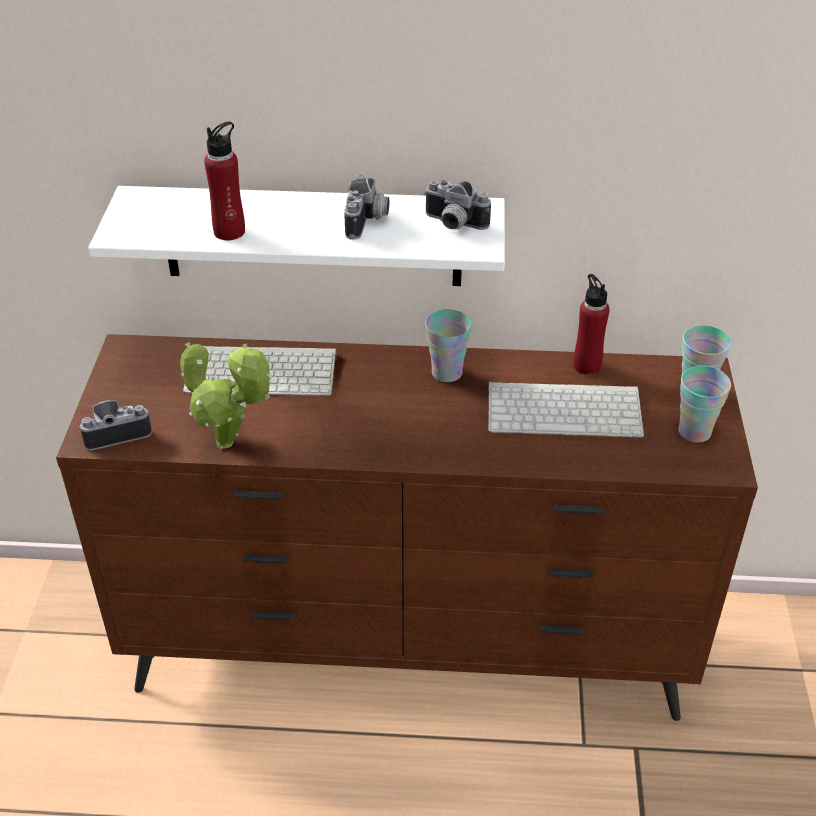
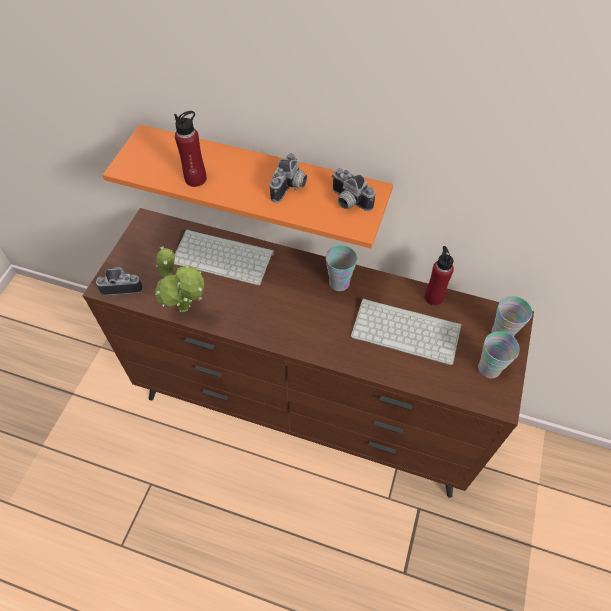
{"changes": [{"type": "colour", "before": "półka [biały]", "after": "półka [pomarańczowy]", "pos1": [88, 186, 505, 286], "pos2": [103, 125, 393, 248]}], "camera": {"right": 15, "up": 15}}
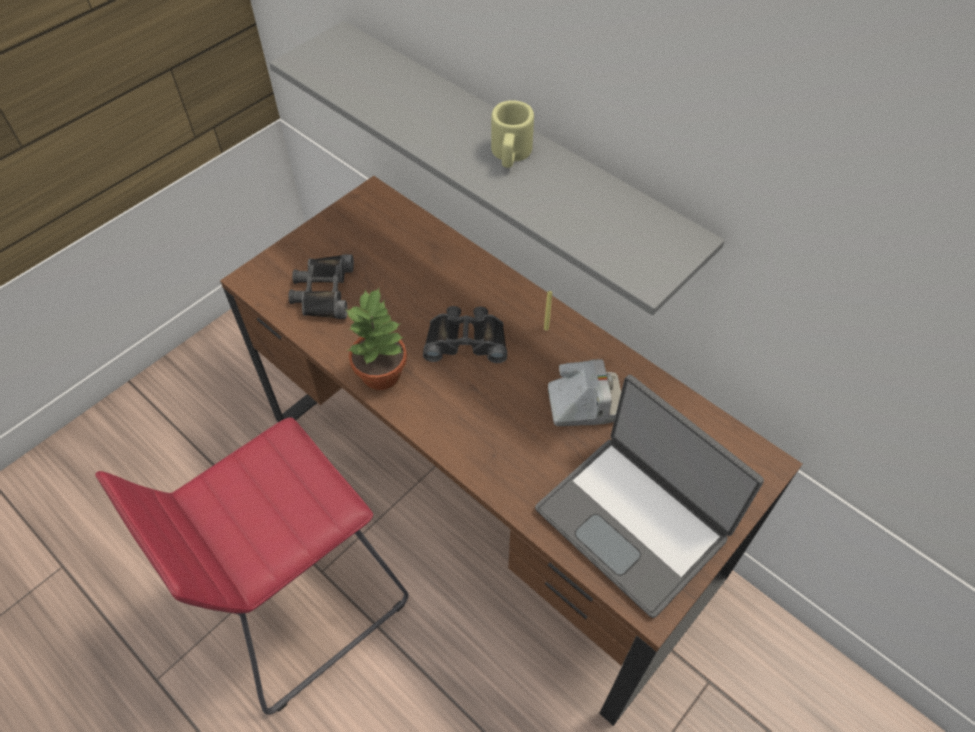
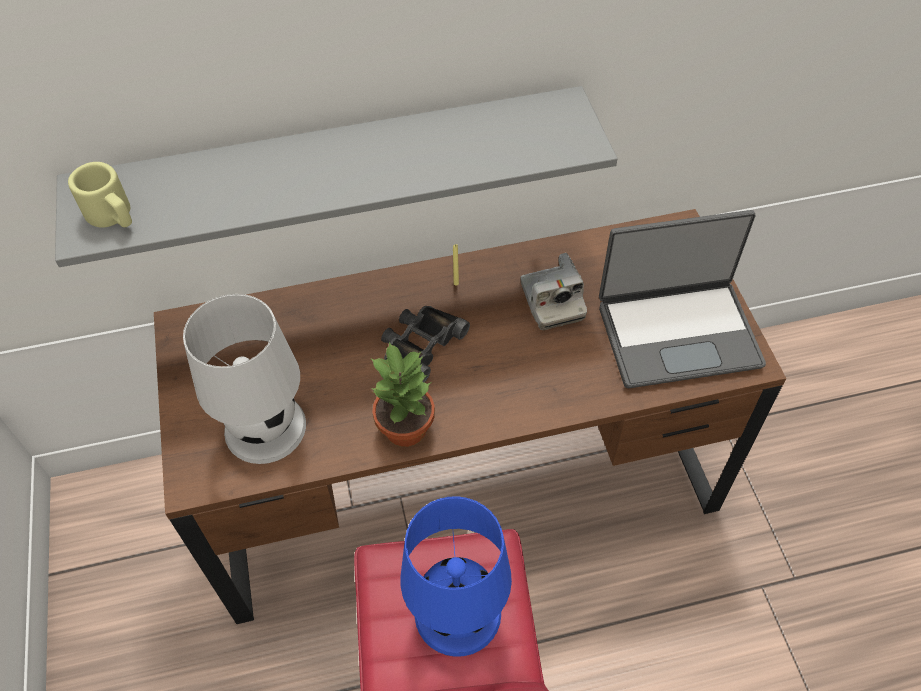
{"changes": [{"type": "relocated", "before": "kubek [beżowy]", "pos1": [491, 100, 534, 168], "pos2": [68, 162, 132, 228]}, {"type": "exchanged", "before": "lornetka [czarny]", "after": "lampa stołowa [biały]", "pos1": [288, 254, 354, 319], "pos2": [183, 294, 306, 464]}, {"type": "appeared", "after": "lampa stołowa [niebieski]", "pos2": [400, 496, 512, 657]}, {"type": "spun", "before": "aparat fotograficzny", "pos1": [548, 359, 621, 426], "pos2": [521, 253, 587, 330], "turn": 135}], "camera": {"right": -55, "up": 0}}
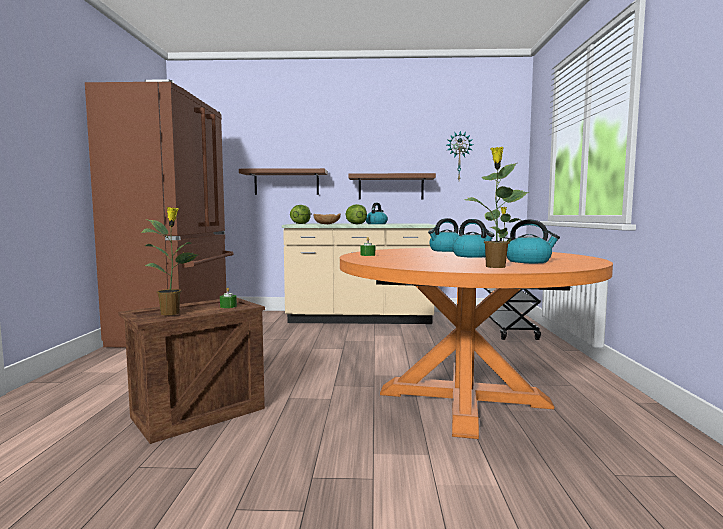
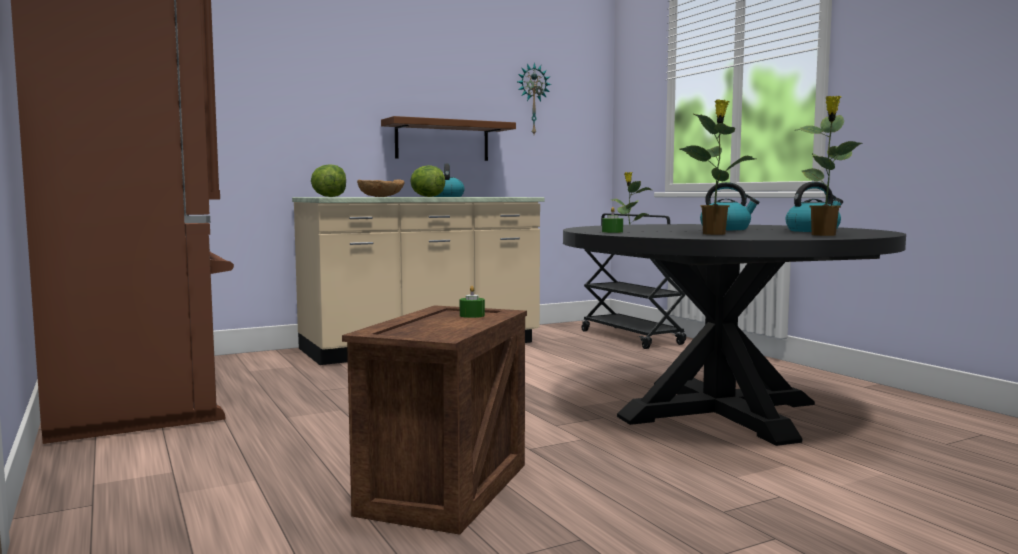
{"changes": [{"type": "colour", "before": "stół jadalny [pomarańczowy]", "after": "stół jadalny [czarny]", "pos1": [340, 248, 613, 439], "pos2": [563, 224, 906, 446]}, {"type": "relocated", "before": "roślina doniczkowa", "pos1": [141, 207, 198, 315], "pos2": [679, 99, 756, 235]}, {"type": "missing", "before": "półka [brązowy]", "pos1": [239, 168, 327, 195]}, {"type": "missing", "before": "czajnik", "pos1": [428, 218, 459, 252]}], "camera": {"right": -30, "up": 0}}
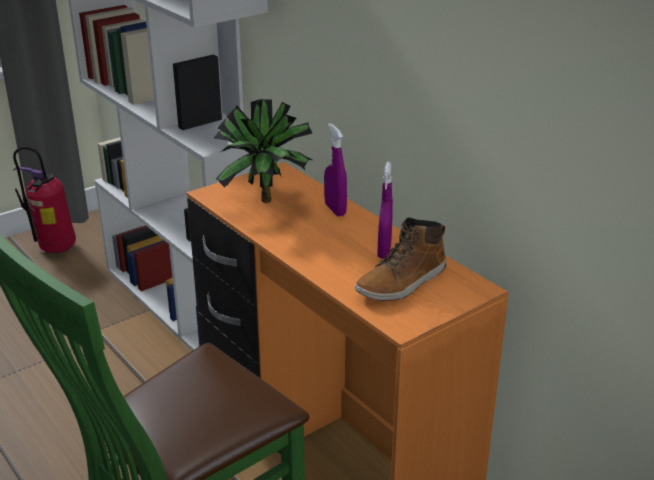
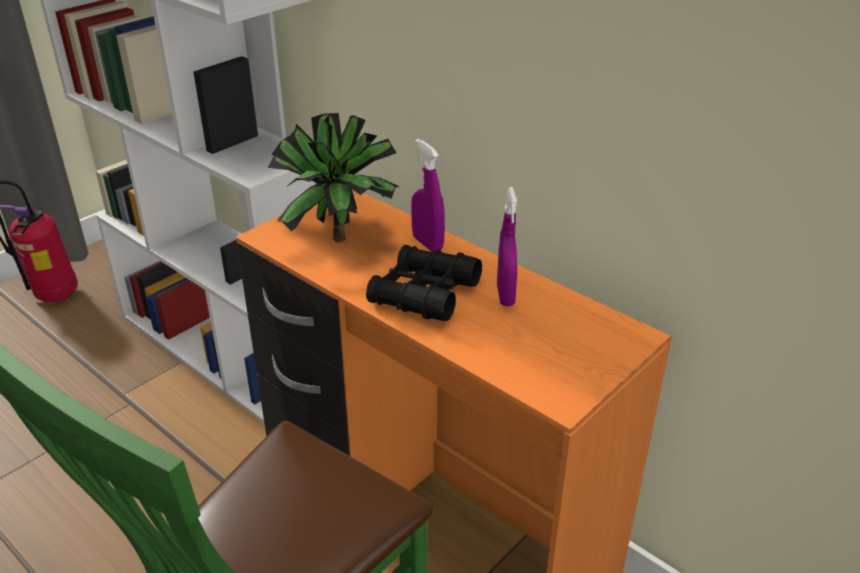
{"changes": [{"type": "appeared", "after": "lornetka [czarny]", "pos2": [366, 245, 482, 321]}, {"type": "missing", "before": "but z cholewką", "pos1": [355, 217, 446, 301]}], "camera": {"right": -10, "up": 5}}
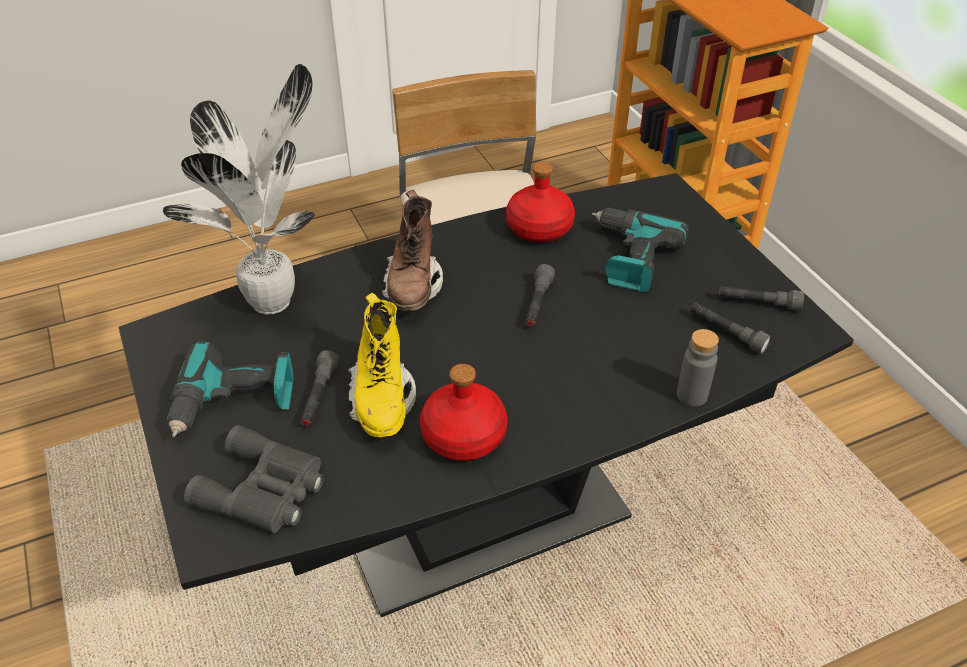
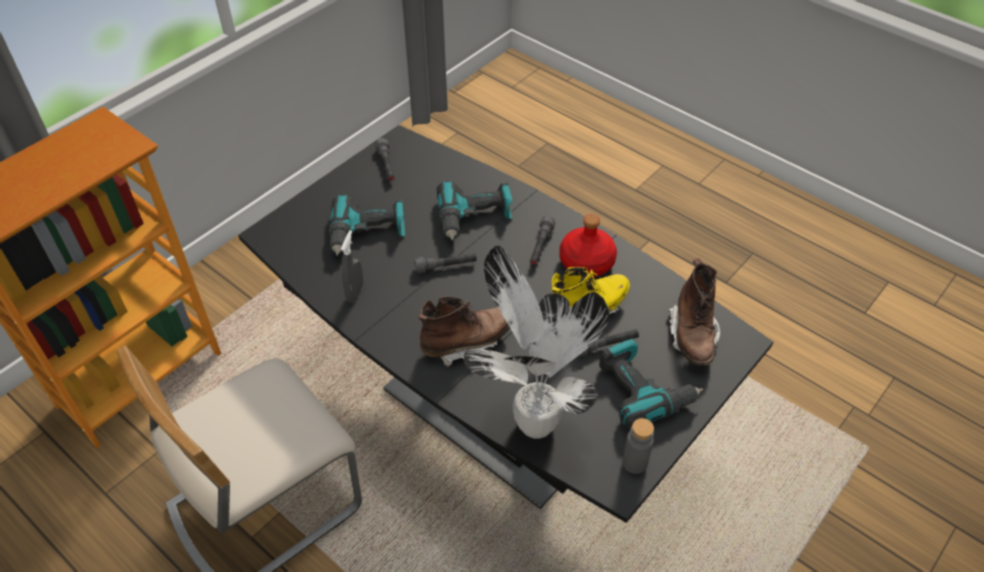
{"changes": [{"type": "exchanged", "before": "butelka [czerwony]", "after": "spryskiwacz [szary]", "pos1": [506, 162, 575, 242], "pos2": [341, 230, 363, 303]}, {"type": "appeared", "after": "wiertarka", "pos2": [437, 180, 513, 240]}, {"type": "relocated", "before": "latarka [szary]", "pos1": [690, 303, 772, 354], "pos2": [530, 216, 556, 265]}, {"type": "relocated", "before": "butelka [szary]", "pos1": [677, 329, 719, 407], "pos2": [622, 418, 654, 474]}, {"type": "exchanged", "before": "lornetka [szary]", "after": "but z cholewką [brązowy]", "pos1": [184, 425, 324, 533], "pos2": [668, 258, 720, 365]}], "camera": {"right": -115, "up": 5}}
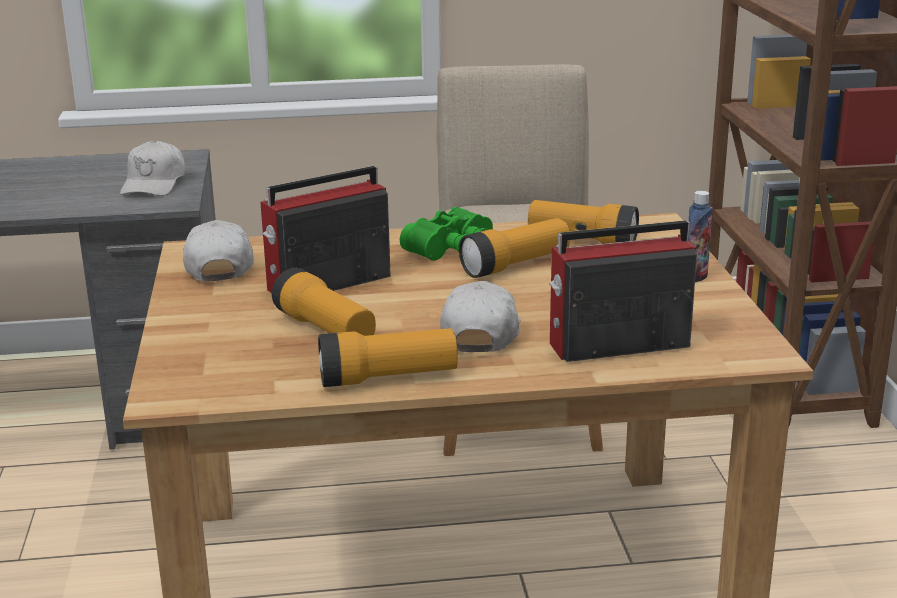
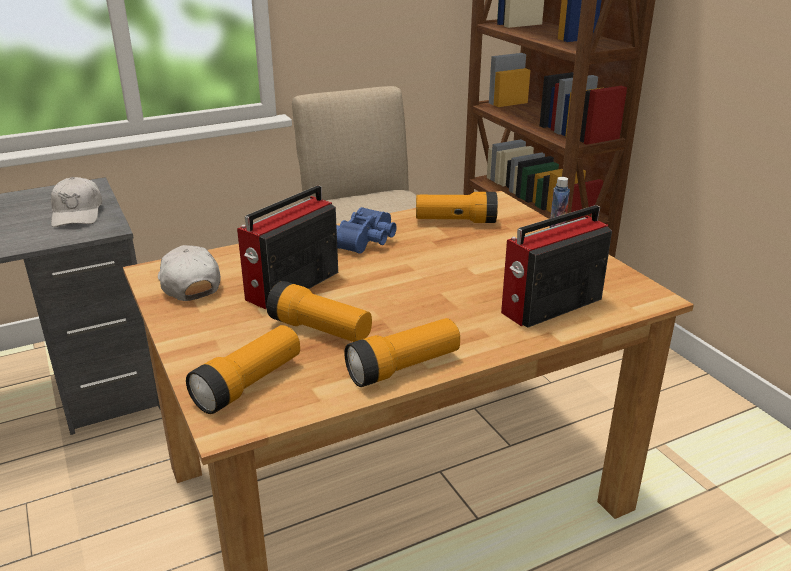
{"changes": [{"type": "relocated", "before": "latarka", "pos1": [459, 218, 570, 278], "pos2": [186, 325, 300, 414]}, {"type": "colour", "before": "lornetka [zielony]", "after": "lornetka [niebieski]", "pos1": [400, 207, 493, 261], "pos2": [336, 207, 396, 254]}, {"type": "missing", "before": "czapka z daszkiem [biały]", "pos1": [440, 281, 521, 352]}], "camera": {"right": -20, "up": 5}}
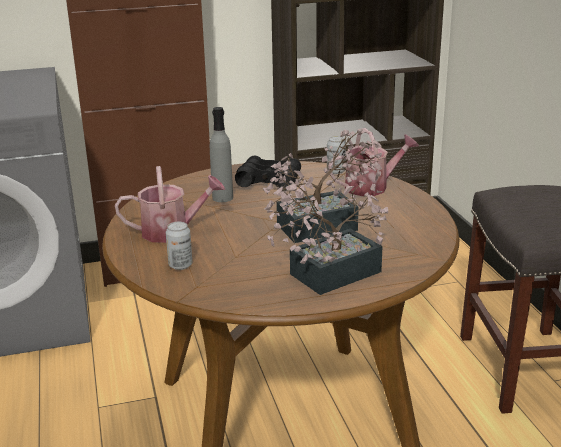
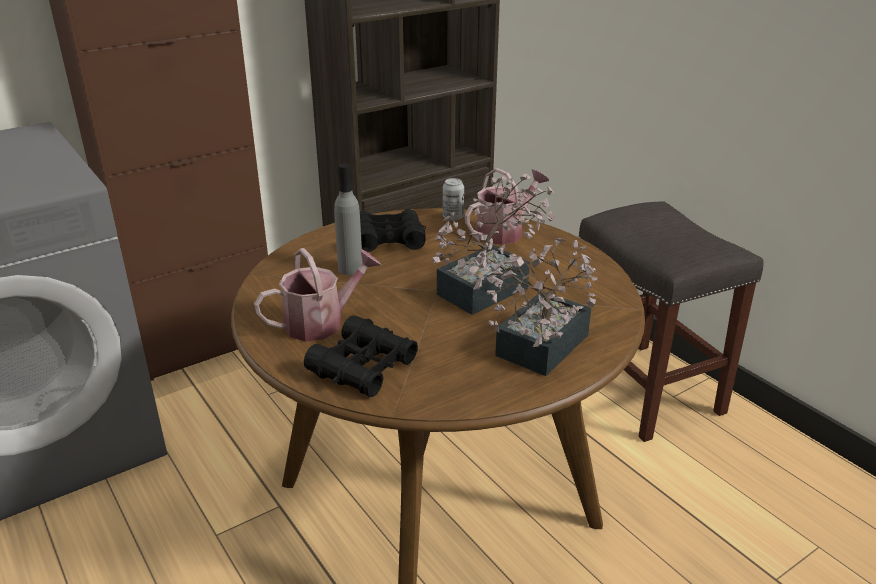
{"changes": [{"type": "exchanged", "before": "puszka", "after": "lornetka [czarny]", "pos1": [166, 222, 192, 270], "pos2": [304, 316, 418, 397]}], "camera": {"right": -20, "up": 5}}
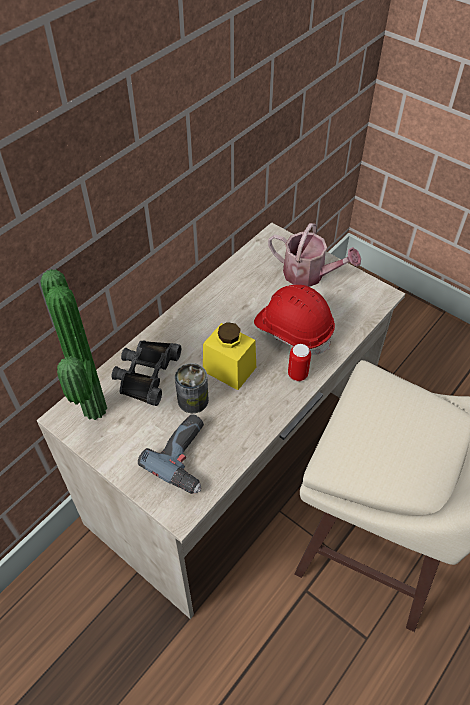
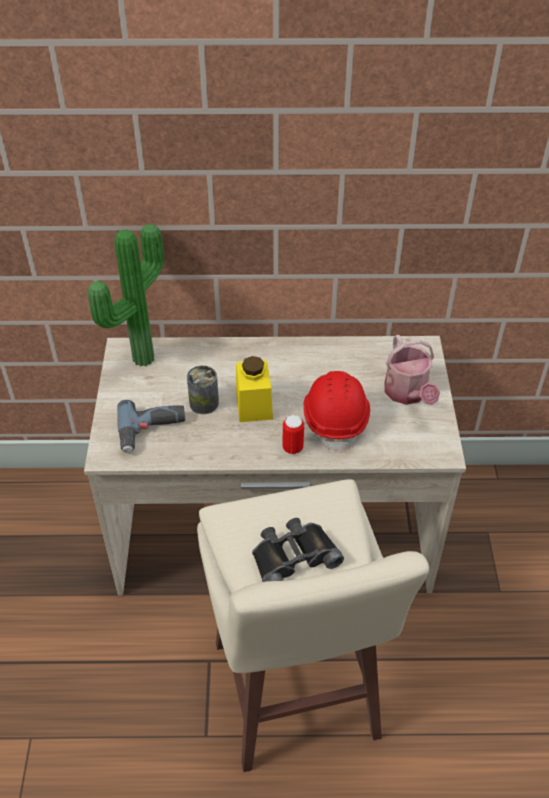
{"changes": [{"type": "relocated", "before": "lornetka [czarny]", "pos1": [112, 341, 181, 406], "pos2": [252, 518, 344, 582]}], "camera": {"right": 50, "up": -5}}
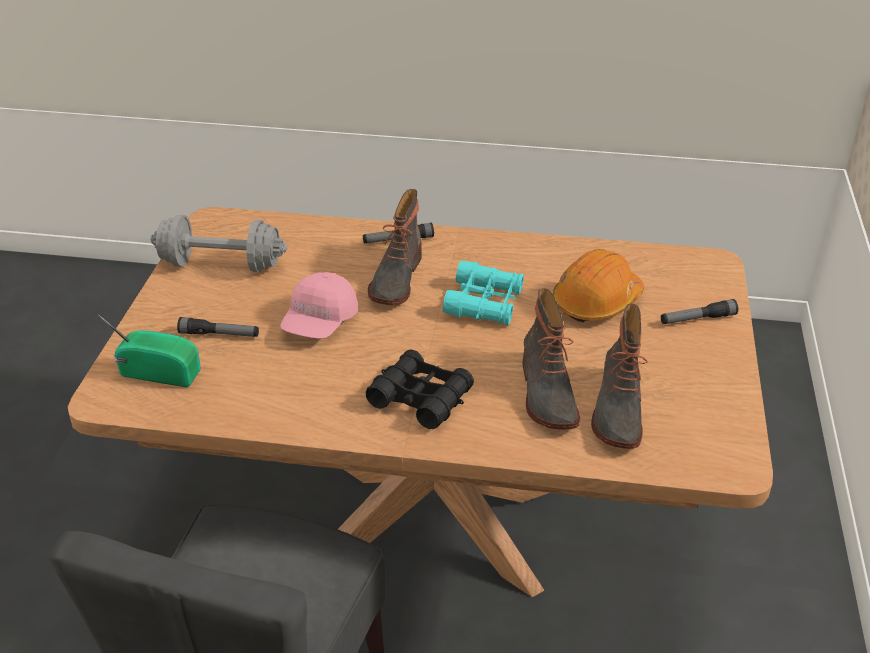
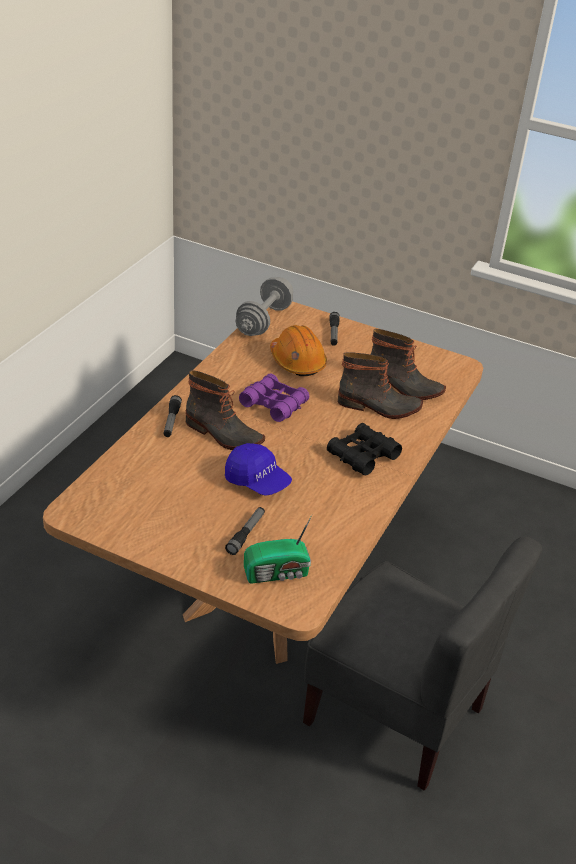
{"changes": [{"type": "colour", "before": "czapka z daszkiem [różowy]", "after": "czapka z daszkiem [niebieski]", "pos1": [280, 272, 358, 339], "pos2": [225, 443, 292, 496]}, {"type": "relocated", "before": "hantel [szary]", "pos1": [150, 215, 287, 272], "pos2": [235, 277, 293, 336]}, {"type": "colour", "before": "lornetka [turkusowy]", "after": "lornetka [fioletowy]", "pos1": [443, 261, 524, 325], "pos2": [239, 373, 309, 422]}, {"type": "spun", "before": "radio", "pos1": [98, 315, 201, 387], "pos2": [244, 514, 313, 584], "turn": -135}], "camera": {"right": -75, "up": 0}}
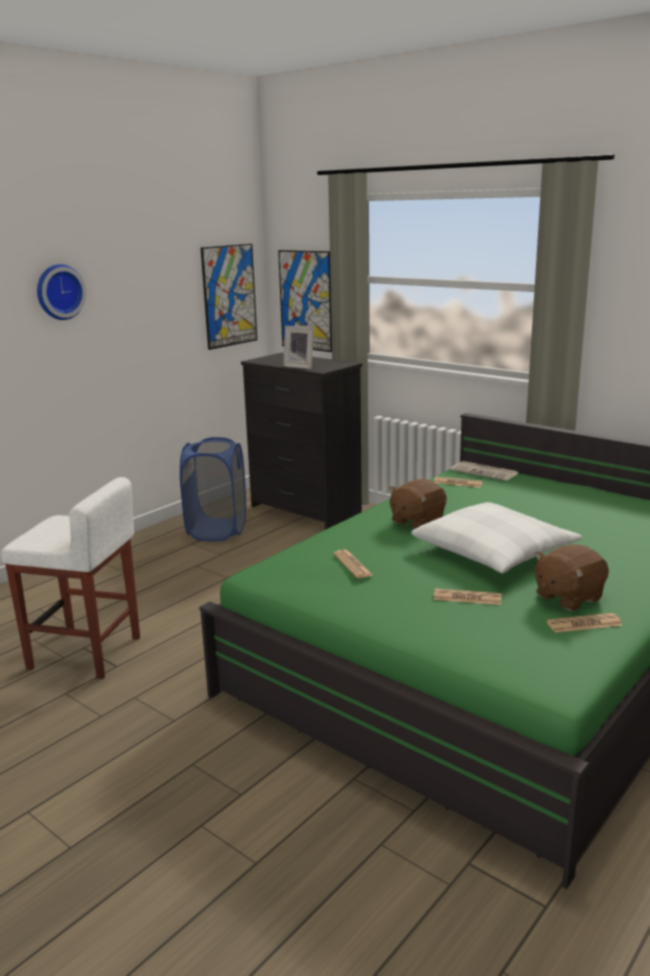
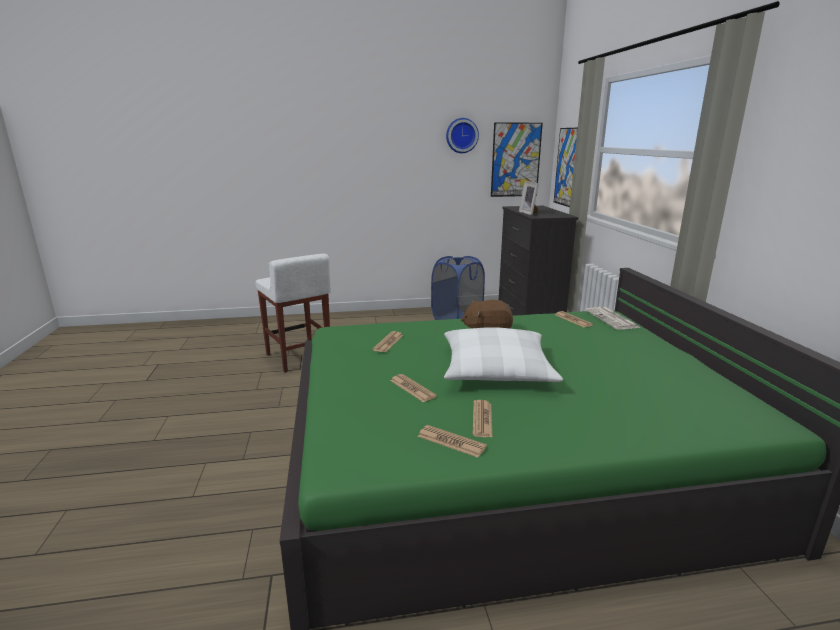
{"changes": [{"type": "relocated", "before": "zegar ścienny", "pos1": [37, 264, 86, 320], "pos2": [446, 118, 479, 153]}, {"type": "exchanged", "before": "pluszak [brązowy]", "after": "gazeta", "pos1": [535, 545, 609, 611], "pos2": [473, 400, 493, 438]}], "camera": {"right": 40, "up": 0}}
